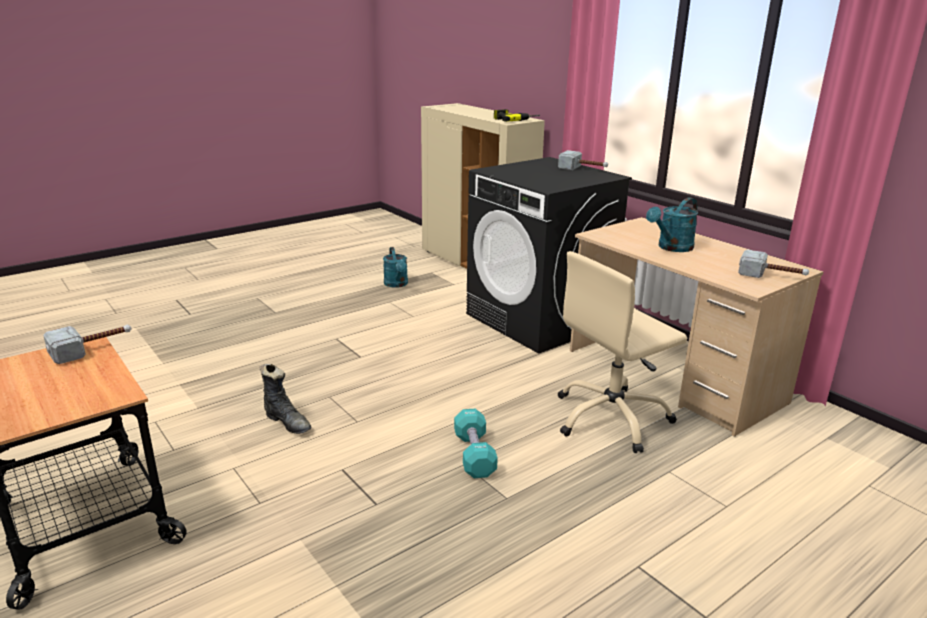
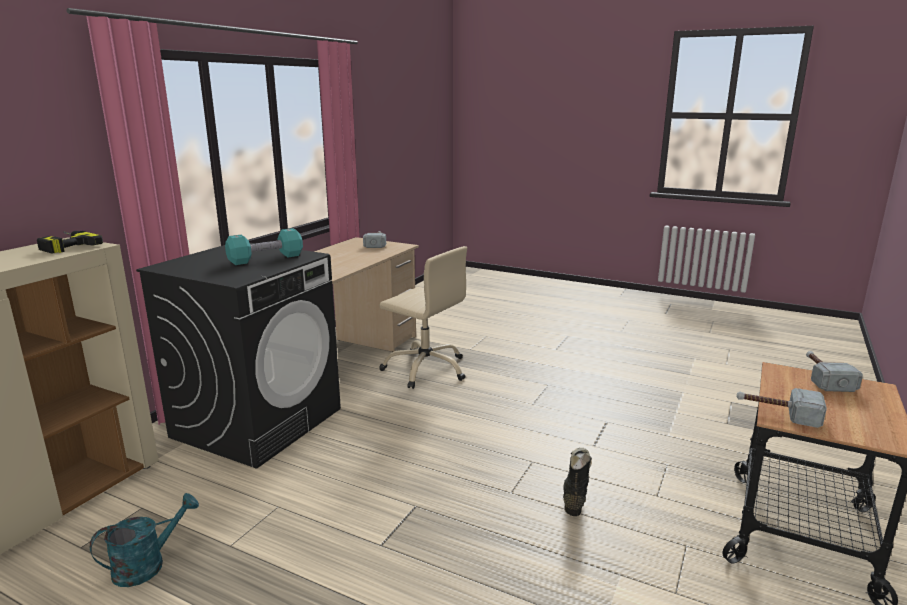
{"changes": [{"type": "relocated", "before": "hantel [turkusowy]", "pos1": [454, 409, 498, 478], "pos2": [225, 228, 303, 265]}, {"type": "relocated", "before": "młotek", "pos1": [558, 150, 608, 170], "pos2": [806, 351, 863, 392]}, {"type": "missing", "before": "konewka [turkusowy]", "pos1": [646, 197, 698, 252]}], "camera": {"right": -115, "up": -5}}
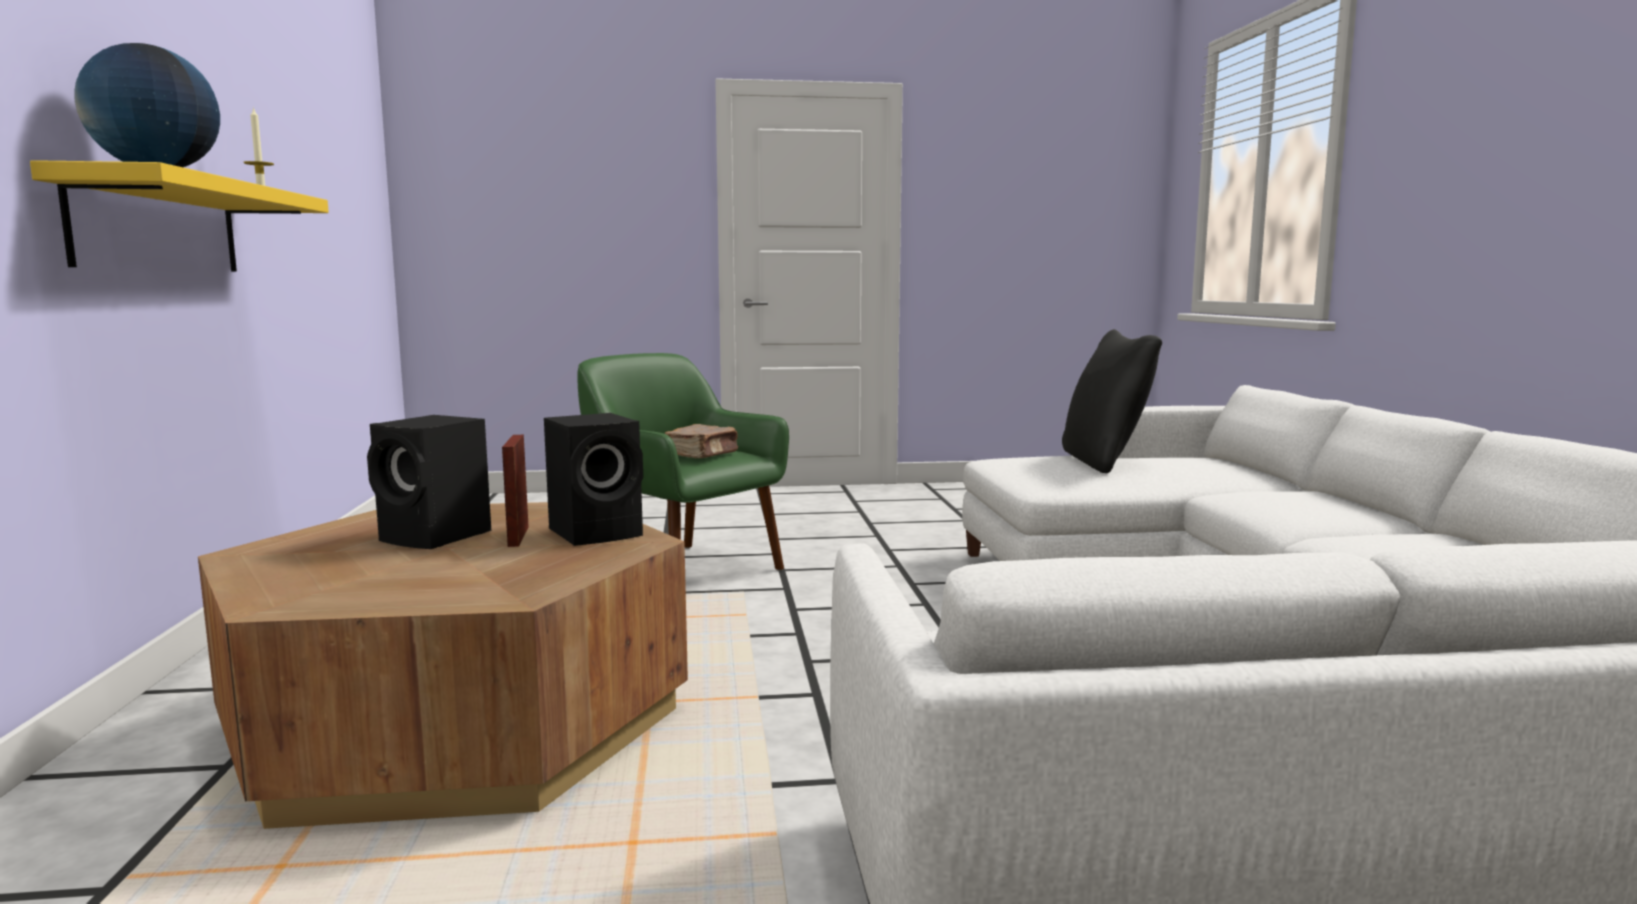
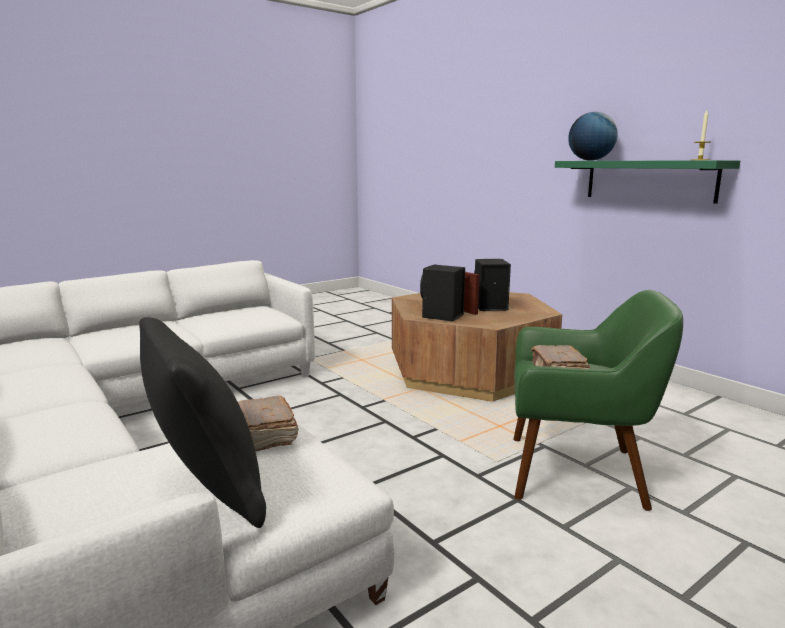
{"changes": [{"type": "appeared", "after": "książka [brązowy]", "pos2": [238, 396, 299, 451]}, {"type": "colour", "before": "półka [żółty]", "after": "półka [zielony]", "pos1": [30, 160, 329, 272], "pos2": [555, 160, 740, 204]}], "camera": {"right": 150, "up": 5}}
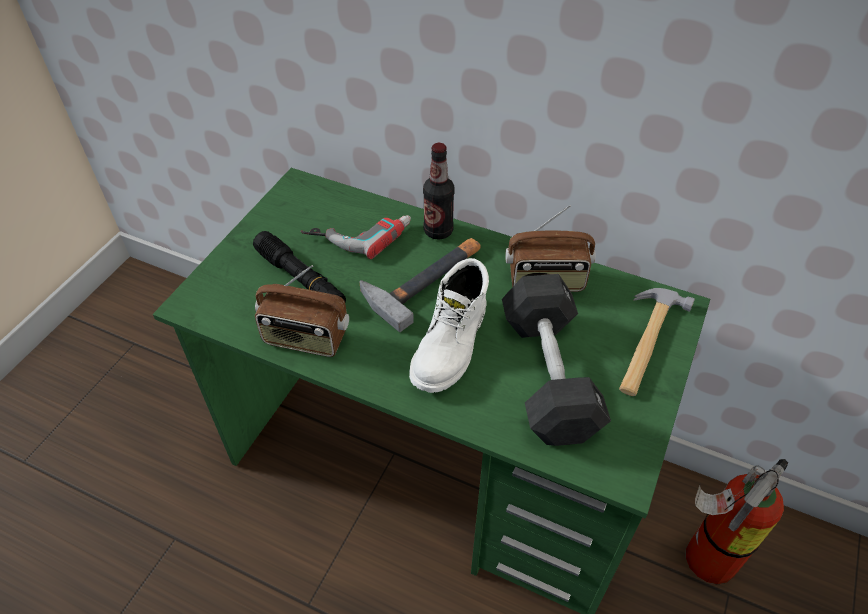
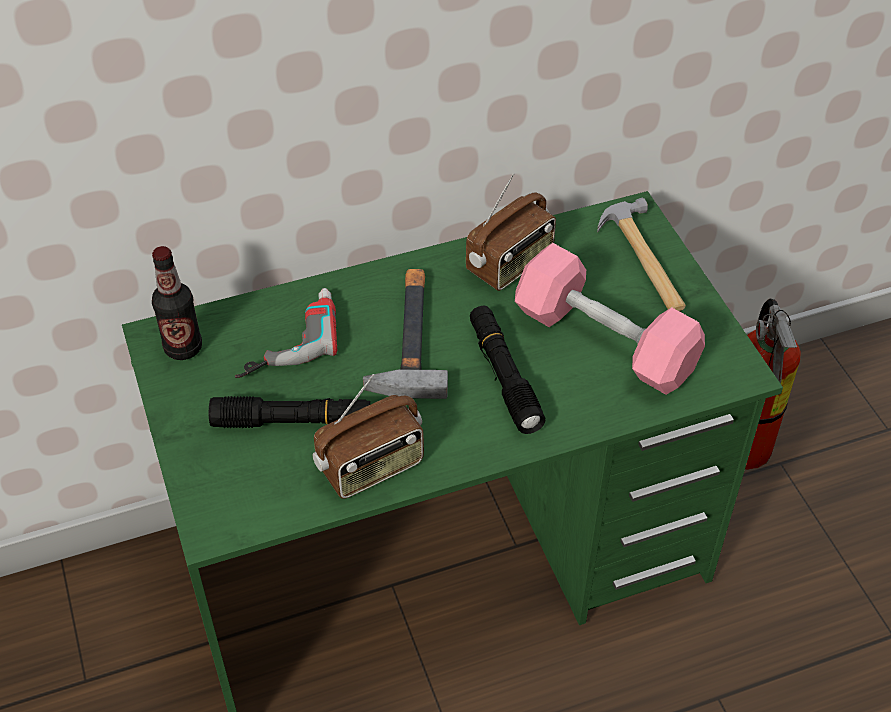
{"changes": [{"type": "relocated", "before": "butelka", "pos1": [423, 143, 454, 240], "pos2": [152, 246, 202, 360]}, {"type": "exchanged", "before": "but z cholewką [biały]", "after": "latarka [czarny]", "pos1": [409, 258, 489, 393], "pos2": [470, 305, 545, 434]}, {"type": "colour", "before": "hantel [czarny]", "after": "hantel [różowy]", "pos1": [502, 274, 611, 446], "pos2": [515, 243, 705, 395]}], "camera": {"right": -45, "up": 0}}
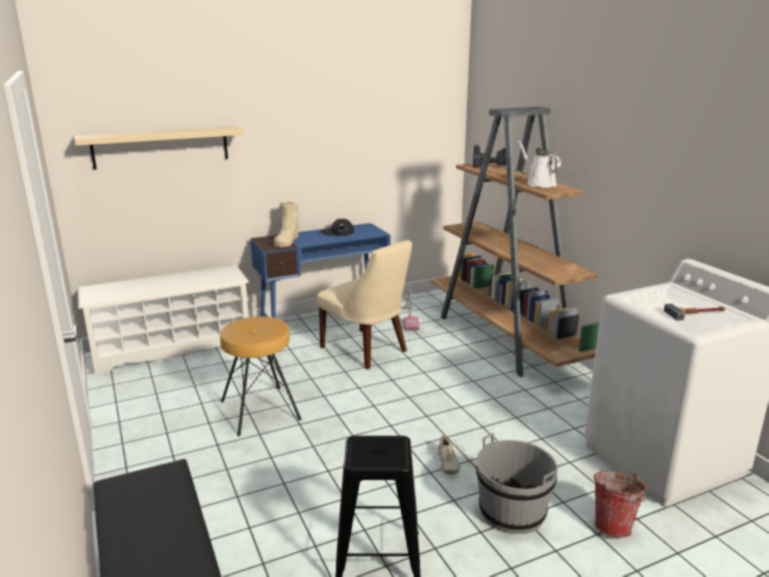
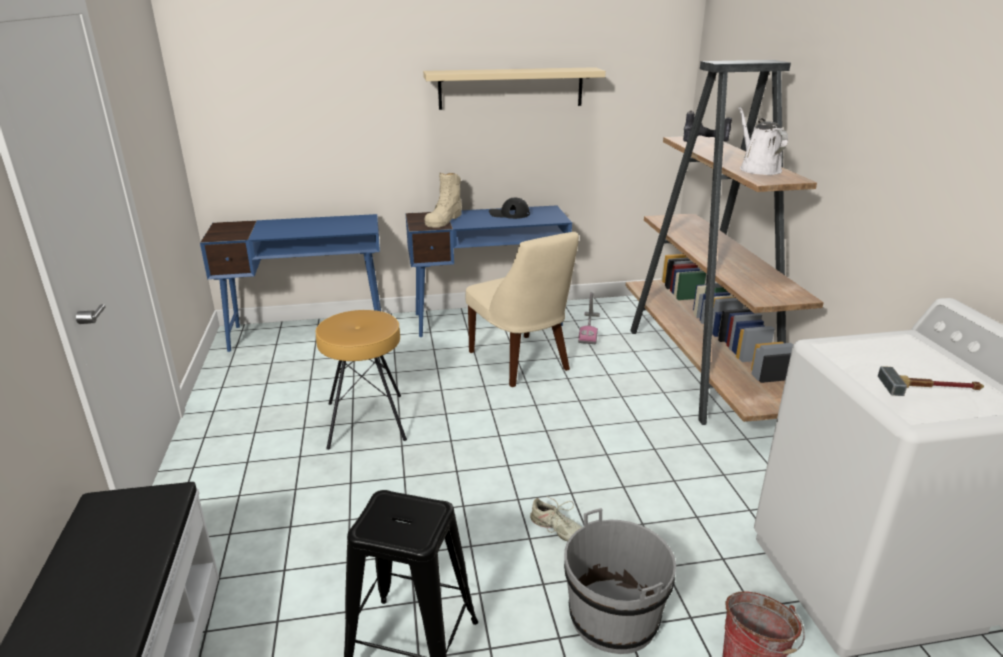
{"changes": [{"type": "exchanged", "before": "regał na buty [biały]", "after": "biurko [niebieski]", "pos1": [77, 265, 249, 375], "pos2": [200, 214, 381, 352]}, {"type": "relocated", "before": "półka [beżowy]", "pos1": [74, 126, 244, 169], "pos2": [423, 67, 606, 110]}, {"type": "spun", "before": "but [beżowy]", "pos1": [430, 435, 464, 475], "pos2": [530, 496, 582, 541], "turn": -60}], "camera": {"right": 15, "up": 5}}
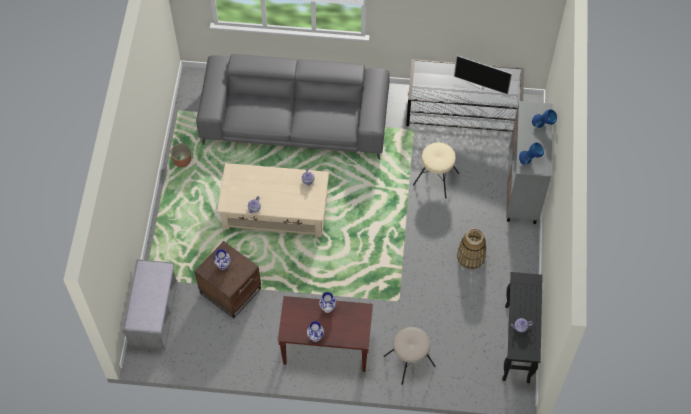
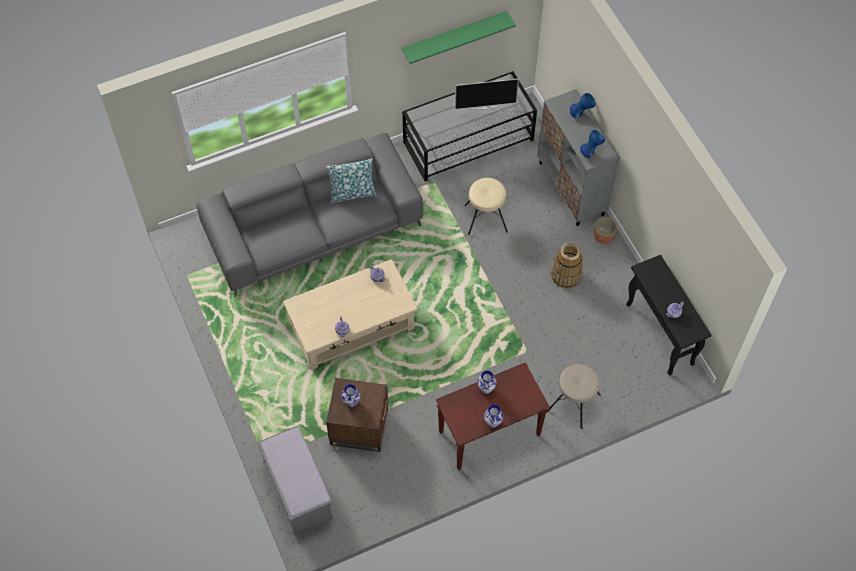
{"changes": [{"type": "appeared", "after": "poduszka", "pos2": [326, 158, 377, 204]}, {"type": "appeared", "after": "półka [zielony]", "pos2": [402, 11, 516, 64]}, {"type": "relocated", "before": "donica", "pos1": [170, 143, 191, 167], "pos2": [594, 217, 617, 244]}], "camera": {"right": -30, "up": 0}}
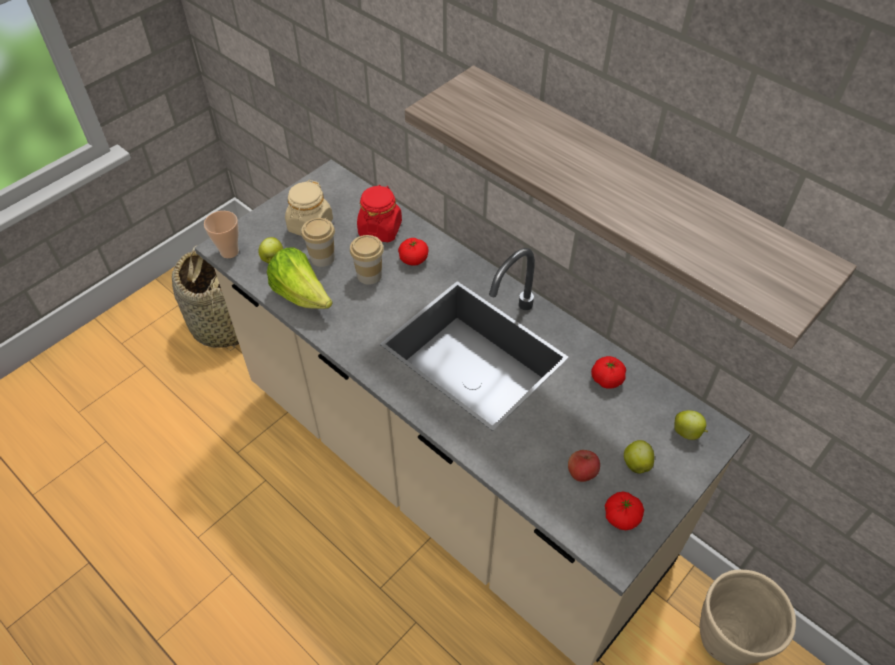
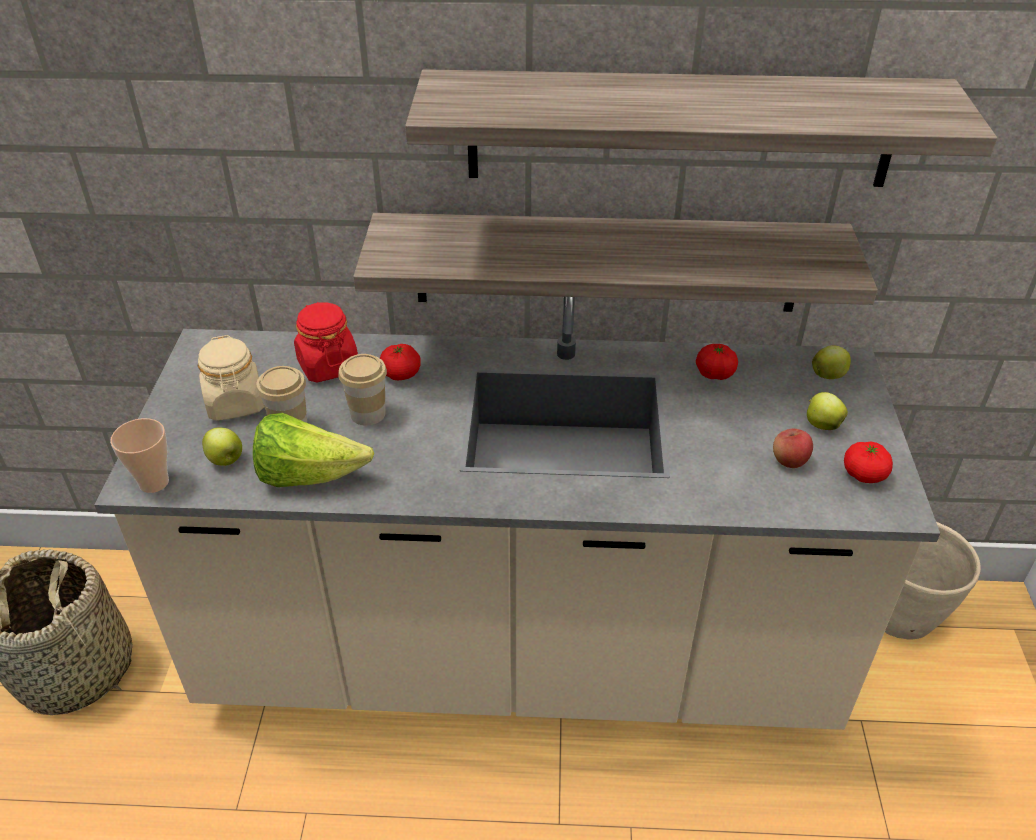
{"changes": [{"type": "appeared", "after": "półka", "pos2": [353, 213, 878, 312]}], "camera": {"right": -40, "up": -10}}
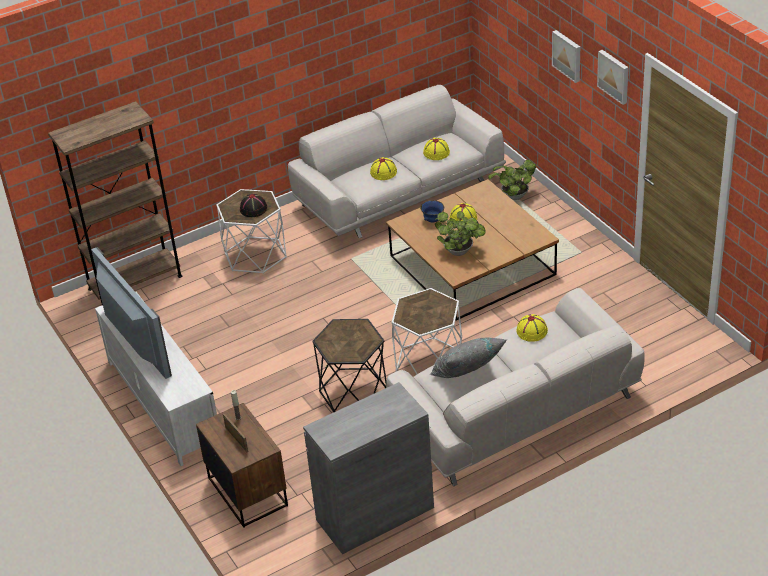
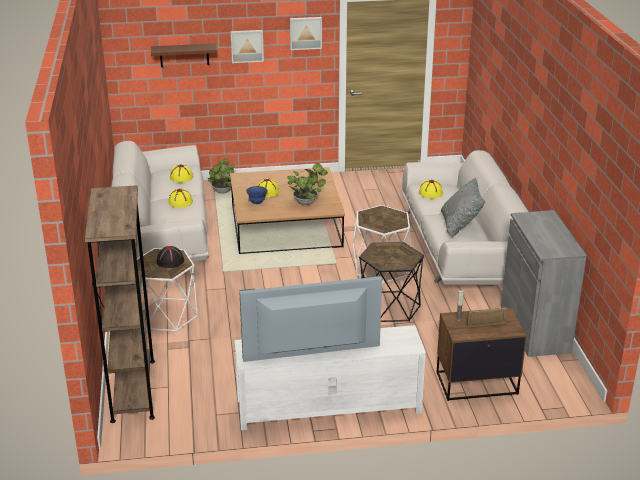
{"changes": [{"type": "appeared", "after": "półka [brązowy]", "pos2": [151, 43, 217, 67]}], "camera": {"right": -70, "up": -10}}
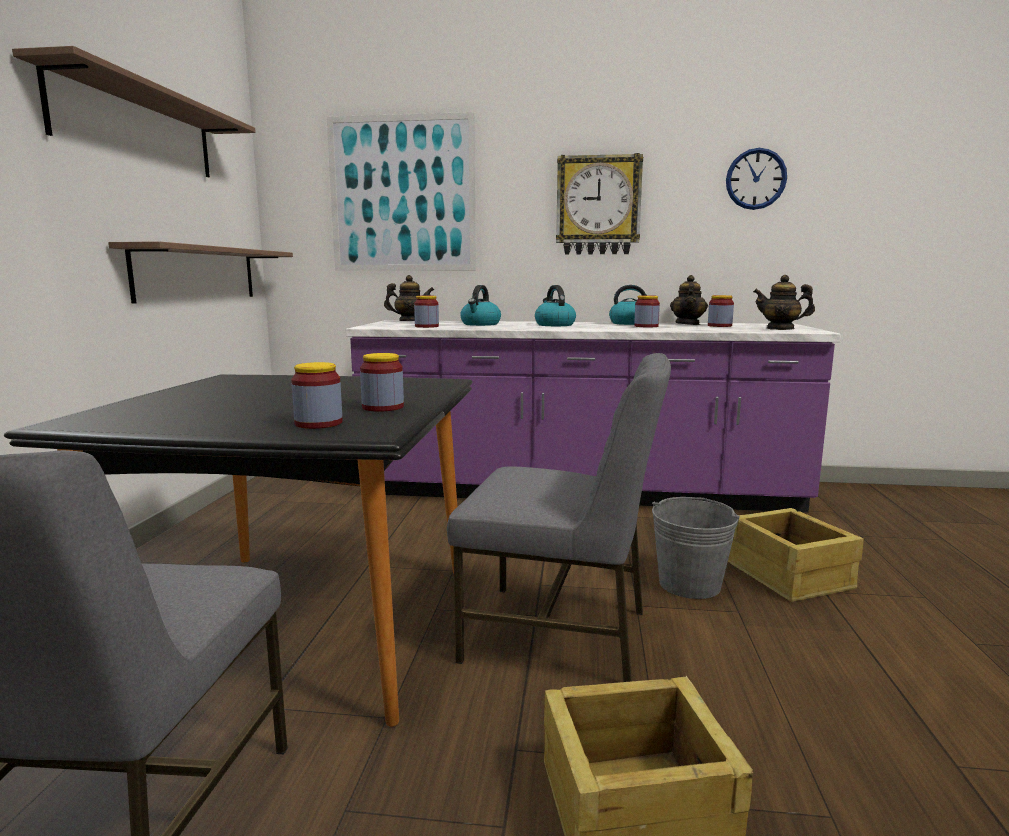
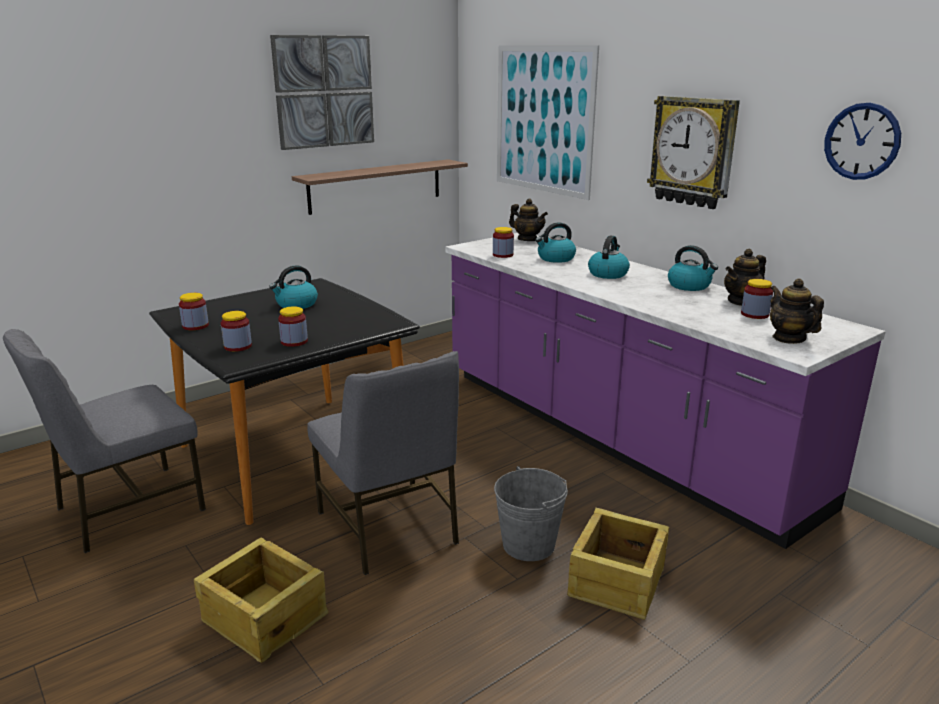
{"changes": [{"type": "relocated", "before": "słoik", "pos1": [634, 295, 660, 327], "pos2": [179, 293, 209, 330]}, {"type": "appeared", "after": "czajnik", "pos2": [269, 265, 318, 309]}, {"type": "exchanged", "before": "półka", "after": "obraz", "pos1": [12, 46, 256, 177], "pos2": [270, 35, 374, 150]}], "camera": {"right": 45, "up": 10}}
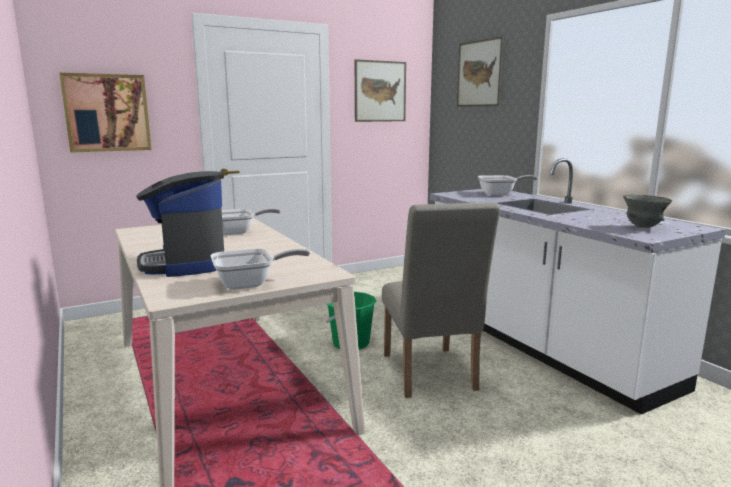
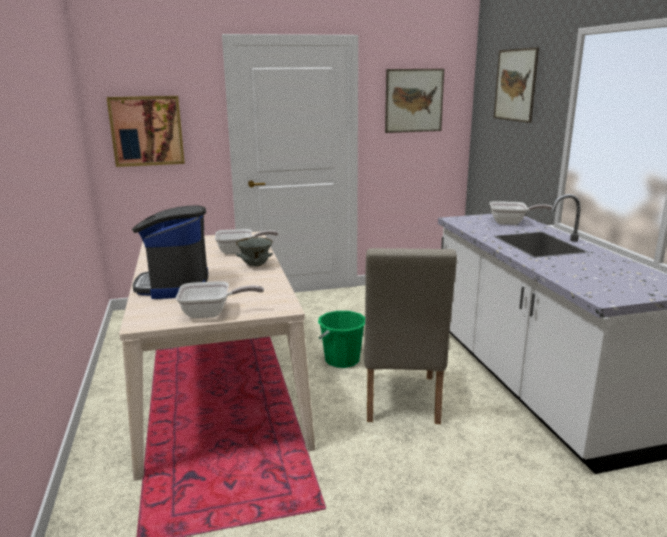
{"changes": [{"type": "relocated", "before": "miska [szary]", "pos1": [623, 195, 672, 228], "pos2": [236, 237, 273, 267]}], "camera": {"right": 15, "up": 5}}
